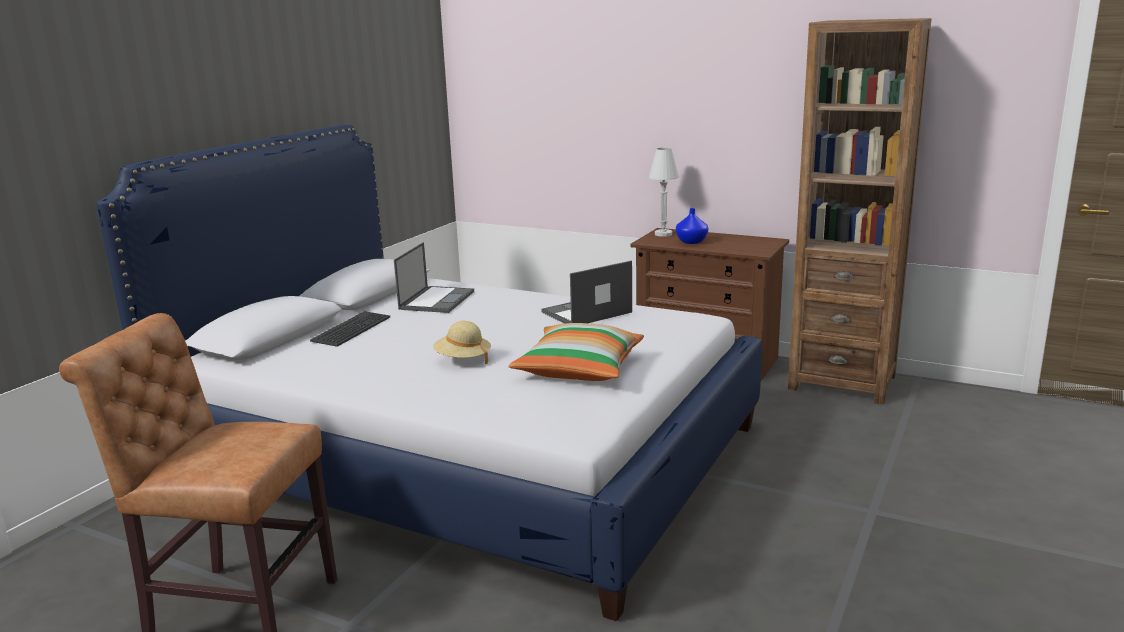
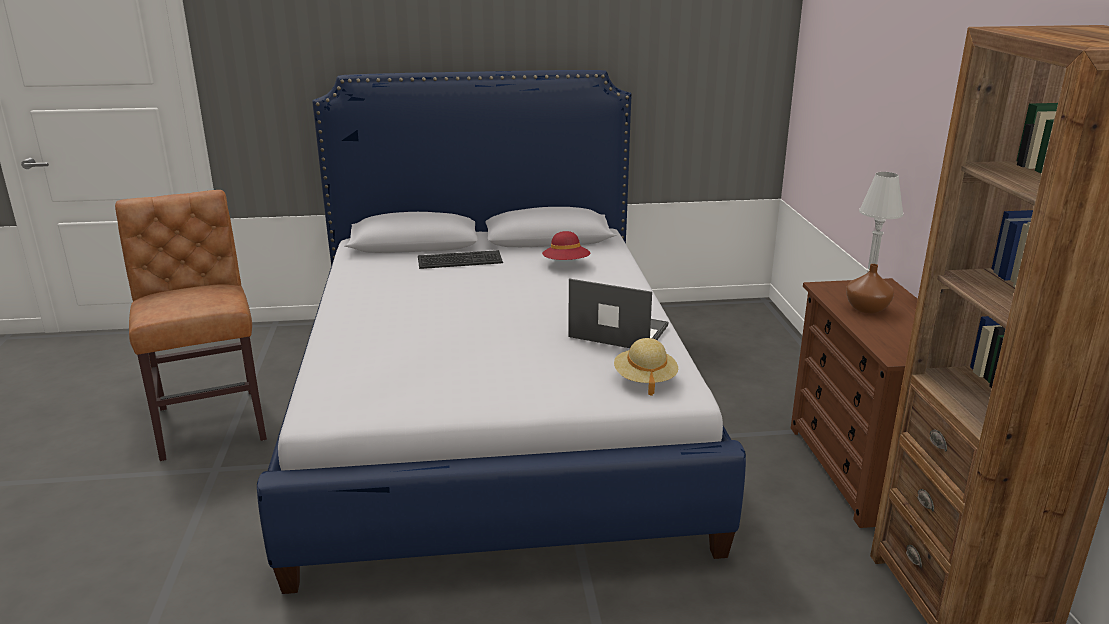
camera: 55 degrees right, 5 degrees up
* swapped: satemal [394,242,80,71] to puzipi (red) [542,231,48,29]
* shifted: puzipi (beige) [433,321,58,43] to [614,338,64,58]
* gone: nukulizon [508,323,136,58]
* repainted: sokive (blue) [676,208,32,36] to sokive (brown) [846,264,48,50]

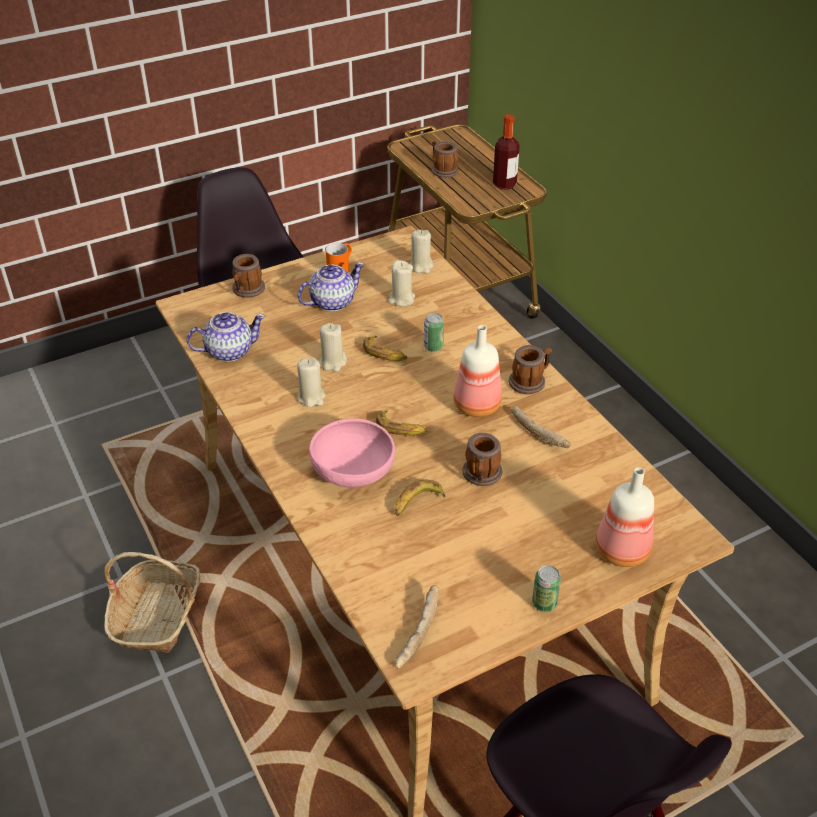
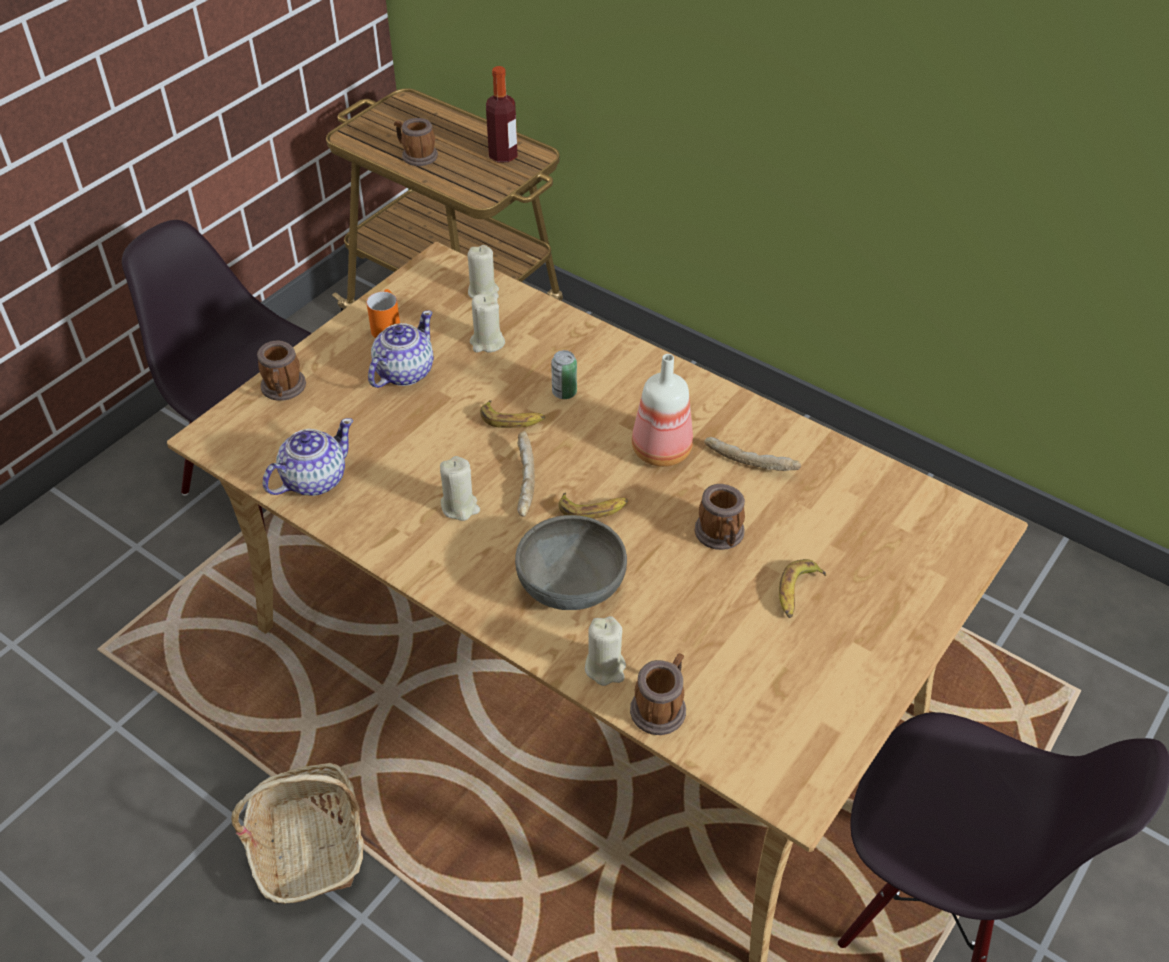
camera: 25 degrees left, 5 degrees up
* repainted: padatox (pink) [309,418,86,69] to padatox (grey) [515,515,112,95]
* shifted: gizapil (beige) [319,323,28,49] to [585,616,41,70]
* shifted: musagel [395,480,50,36] to [779,559,47,59]
* shifted: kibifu [395,585,44,84] to [517,431,18,86]
* shifted: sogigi [509,345,43,49] to [630,653,56,82]
* gone: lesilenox [532,565,29,47]
* gone: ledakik [596,467,58,100]

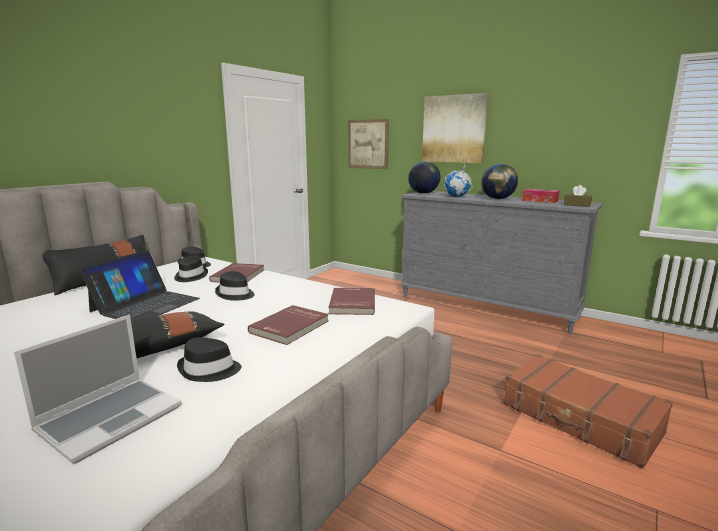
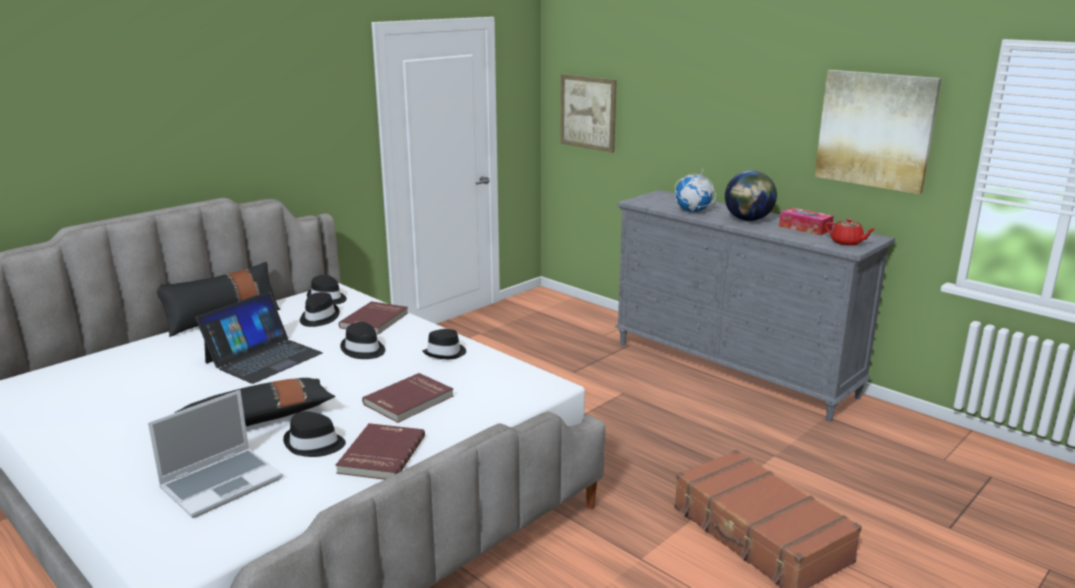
camera: 10 degrees right, 5 degrees up
* shifted: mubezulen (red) [328,288,47,27] to [335,423,90,57]
* gone: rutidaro [408,161,32,33]
* shifted: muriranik [422,93,66,70] to [815,70,127,124]
* swapped: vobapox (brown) [564,185,28,22] to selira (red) [825,218,50,28]
* new: puzipi (black) [422,329,44,30]

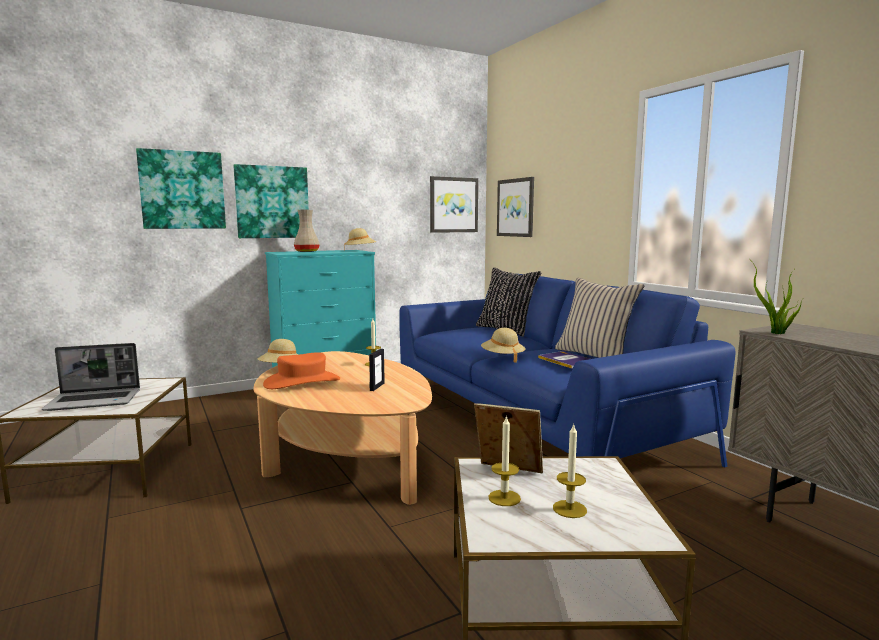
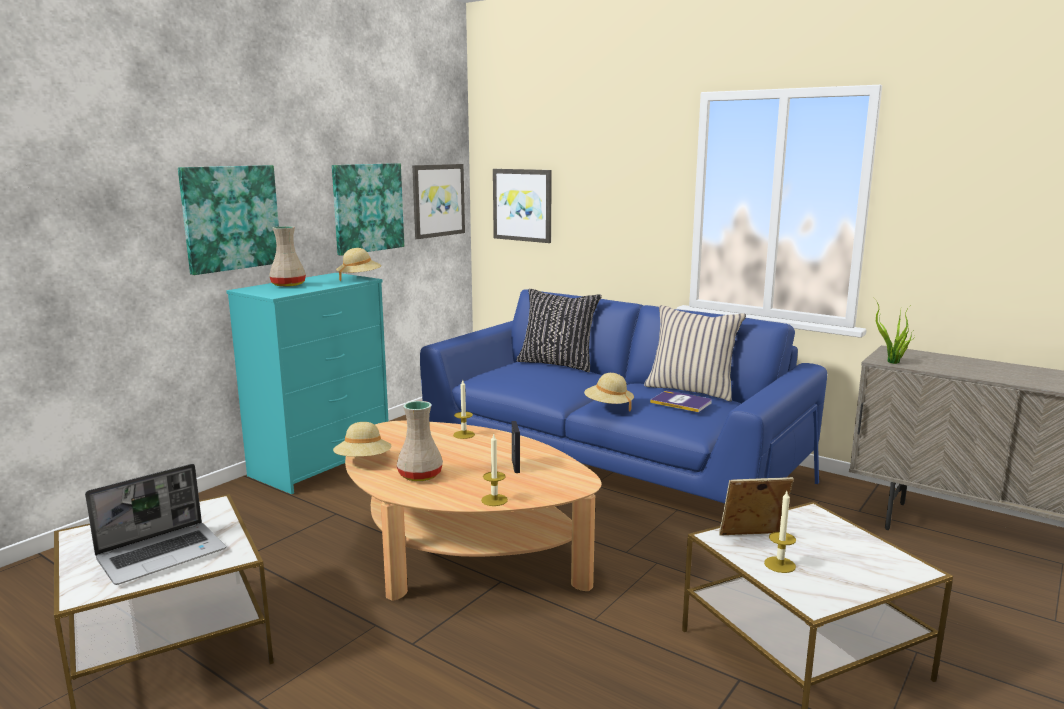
camera: 25 degrees left, 5 degrees up
* shifted: muriranik [136,148,90,81] to [332,163,72,93]
* swapped: puzipi (orange) [263,352,77,37] to sokive (beige) [396,401,47,80]
* shifted: gizapil [553,424,34,94] to [481,434,27,72]

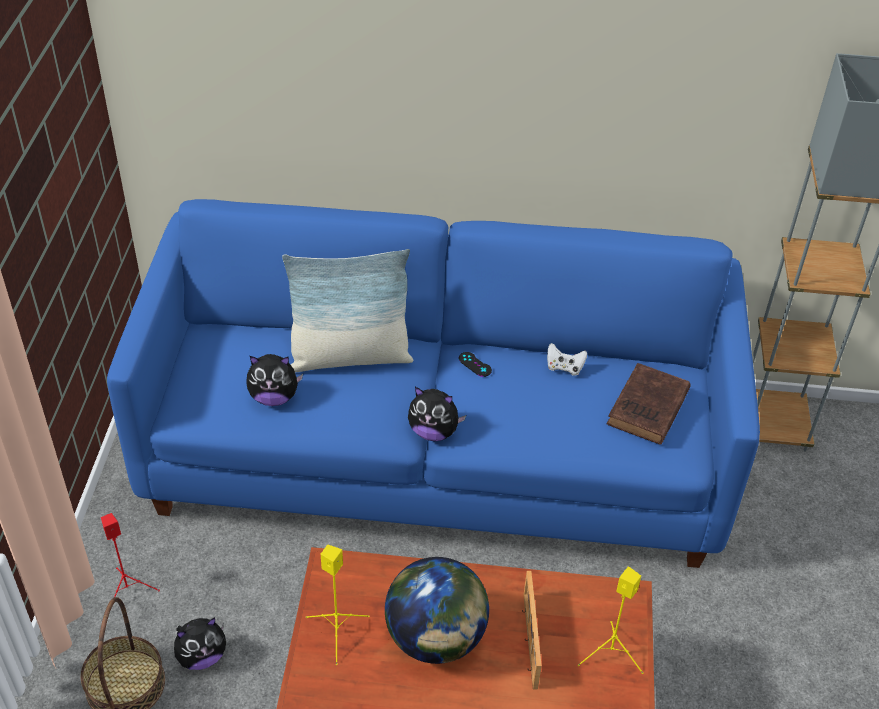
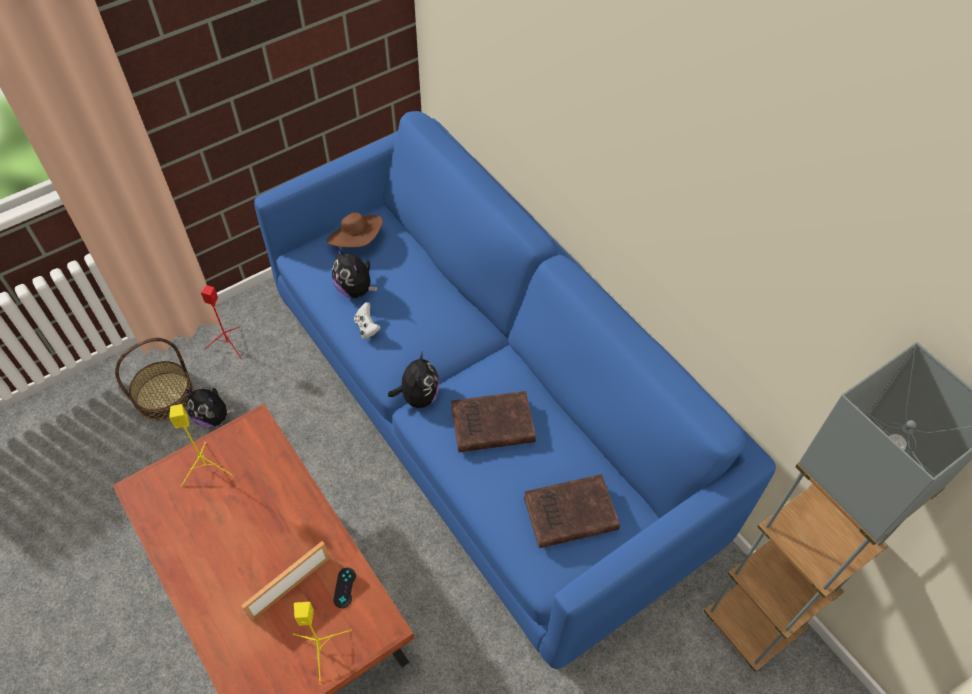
camera: 50 degrees right, 10 degrees up
* gone: nukulizon [282,249,131,124]
* gone: rutidaro [385,557,104,107]
* rotated: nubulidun [408,387,58,54] = [388,351,52,57] 150 degrees counterclockwise
* shifted: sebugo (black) [459,352,33,25] to [333,567,23,41]
* shifted: sebugo (white) [547,343,40,33] to [354,302,27,37]
* new: puzipi (brown) [327,213,56,34]
* new: mubezulen (brown) [451,391,85,61]

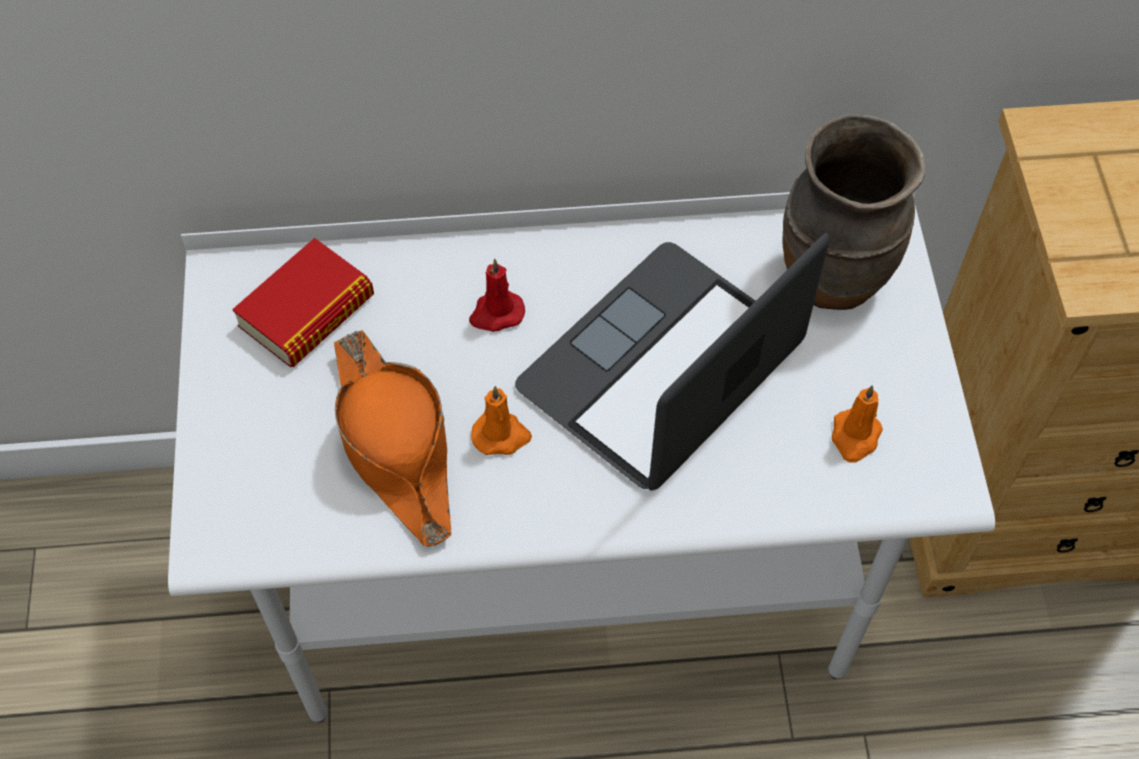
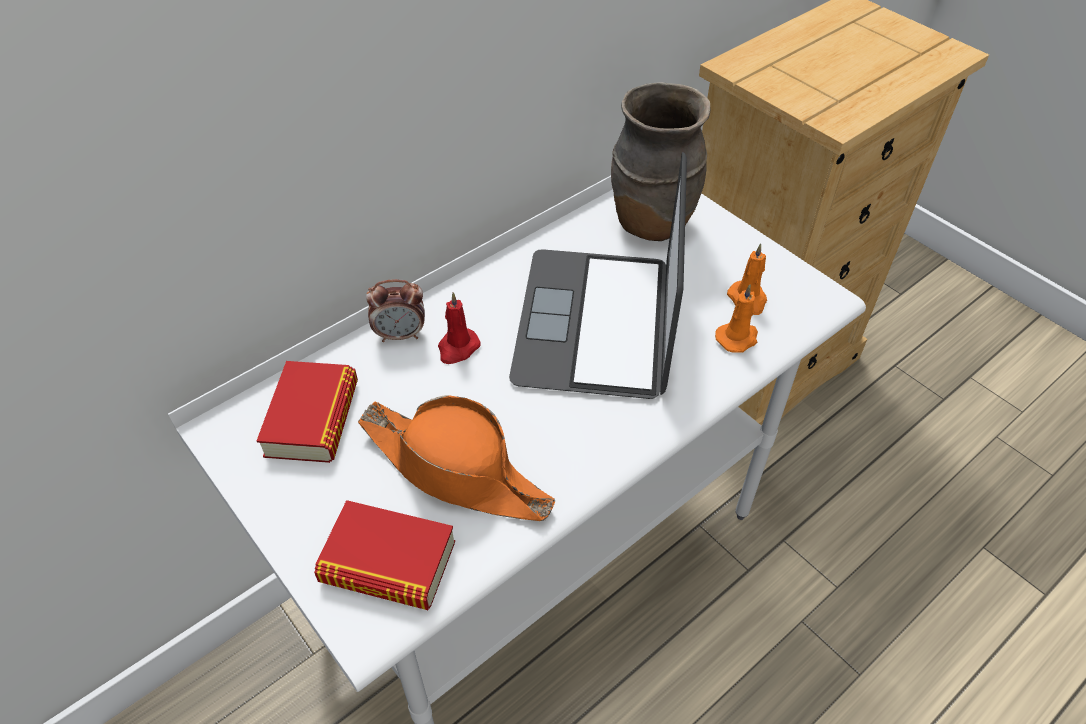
camera: 35 degrees left, 10 degrees down
* shifted: gizapil (orange) [471,386,61,69] to [715,284,43,68]
* new: mubezulen [314,500,141,110]
* new: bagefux [366,279,59,63]

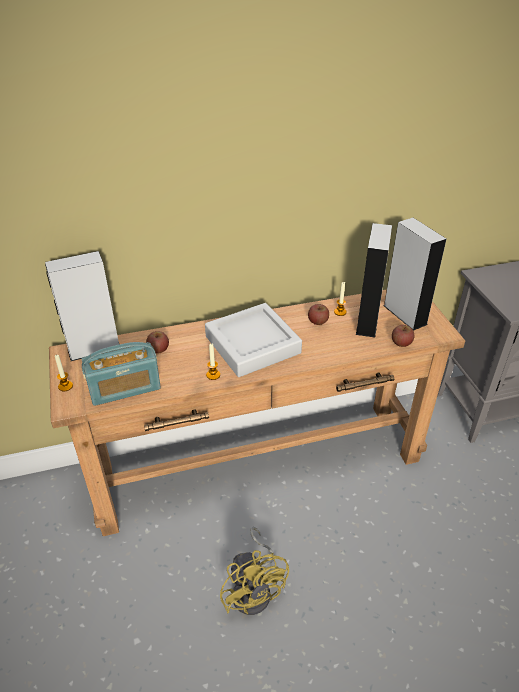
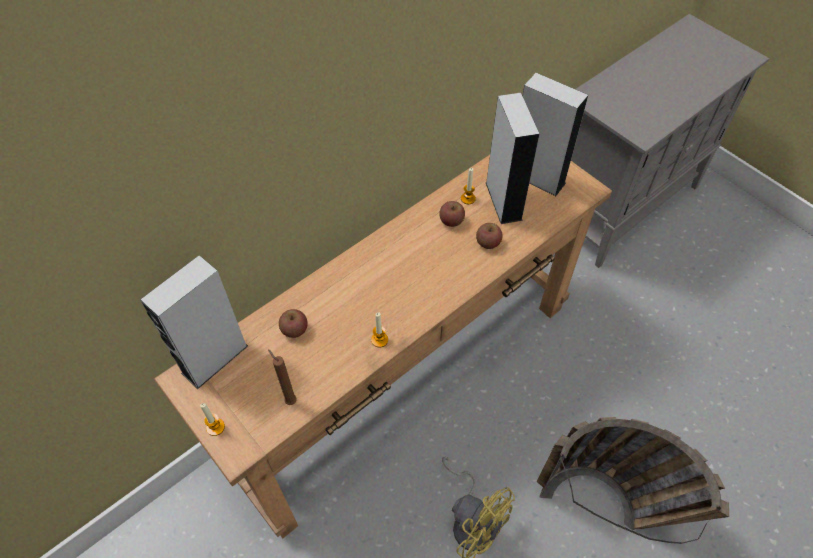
camera: 25 degrees left, 15 degrees up
* swapped: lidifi [82,342,79,64] to gizapil (brown) [268,349,29,56]
* gone: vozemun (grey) [205,303,97,74]
* shifted: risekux [392,325,23,22] to [476,223,27,26]
* new: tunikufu [537,417,192,127]

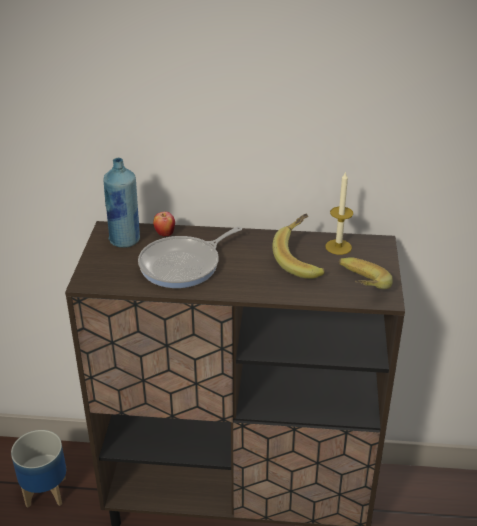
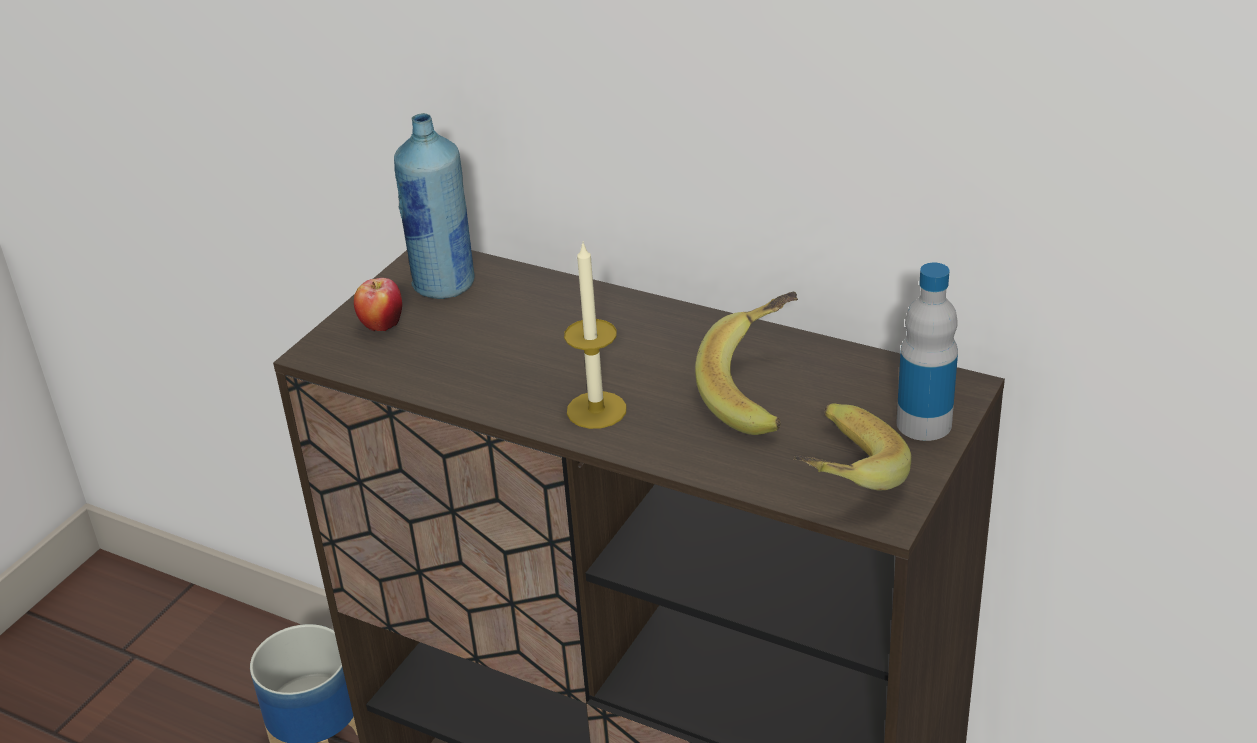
camera: 25 degrees right, 0 degrees up
* gone: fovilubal [138,226,104,62]
* shifted: risekux [153,211,22,26] to [354,278,48,53]
* shifted: gizapil [325,171,28,84] to [564,244,63,185]
* new: ledakik [896,263,62,178]

